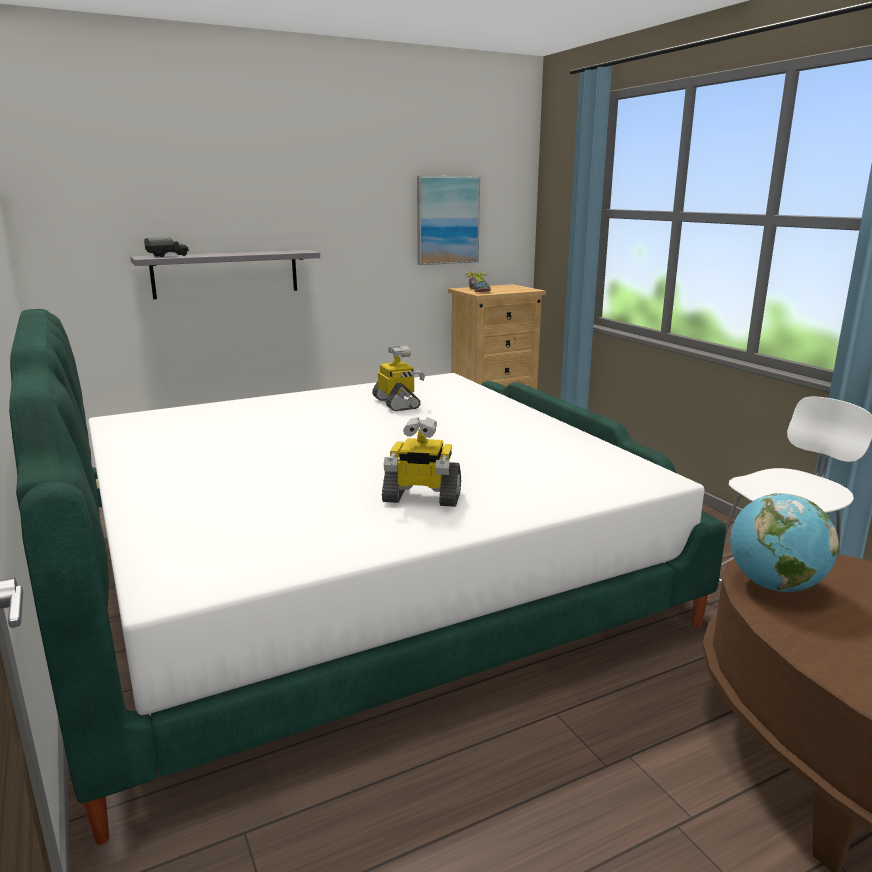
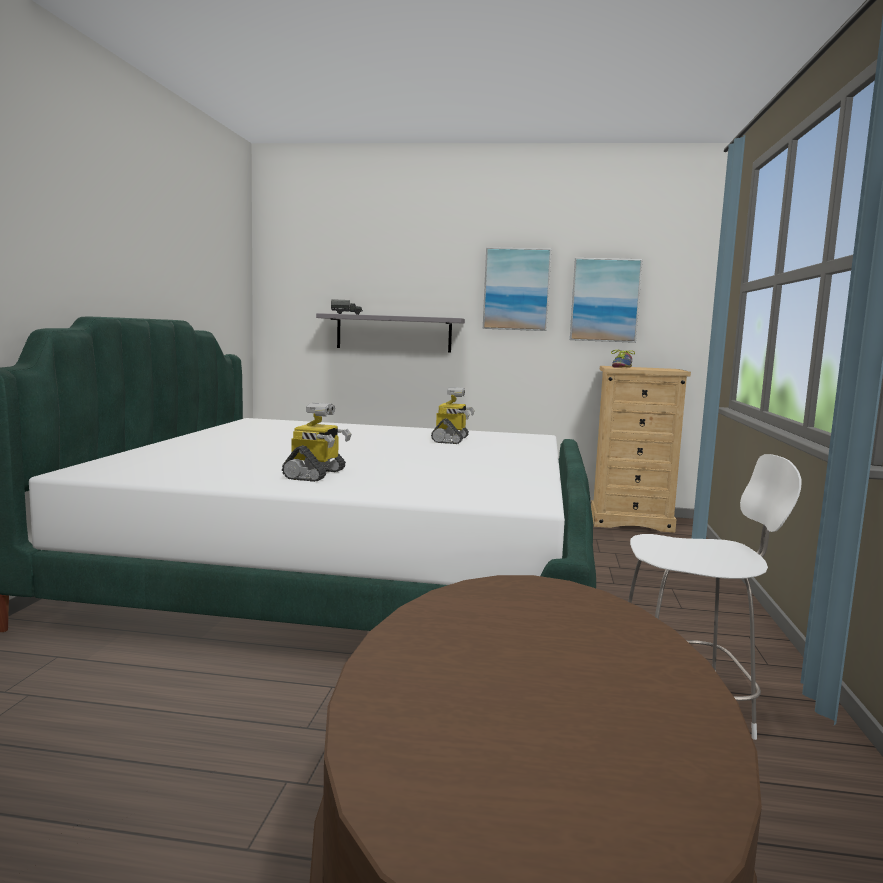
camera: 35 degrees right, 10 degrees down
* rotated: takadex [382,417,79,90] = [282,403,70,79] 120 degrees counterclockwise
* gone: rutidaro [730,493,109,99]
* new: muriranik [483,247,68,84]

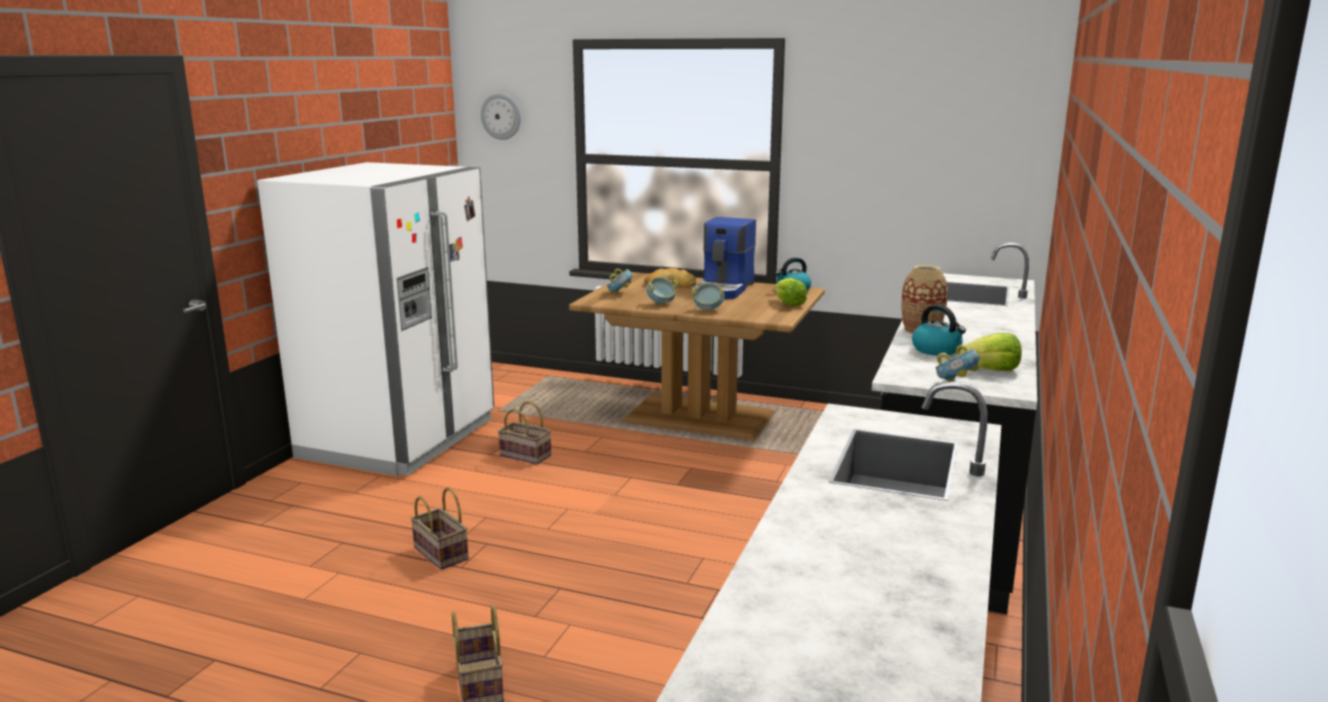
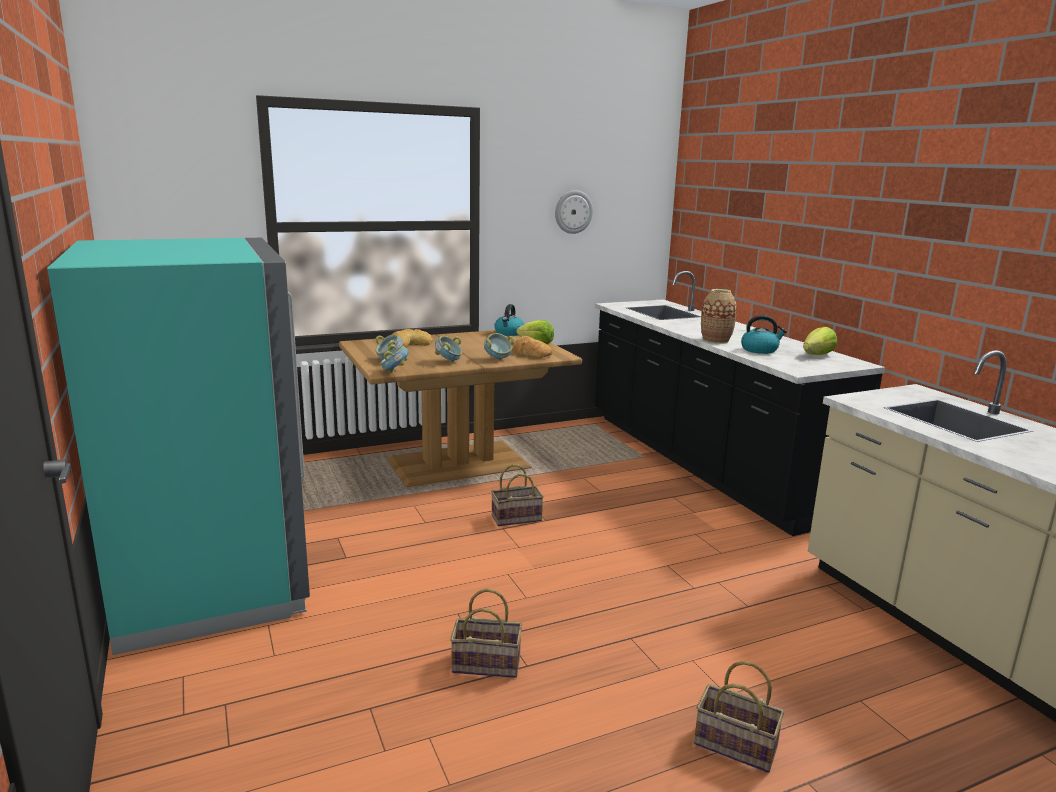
camera: 45 degrees left, 0 degrees up
* repainted: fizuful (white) [257,162,237,314] to fizuful (turquoise) [47,238,263,417]
* shifted: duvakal [481,93,40,47] to [555,190,38,44]
* shifted: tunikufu [498,401,53,63] to [491,464,53,62]
* gone: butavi [694,217,62,82]
* shifted: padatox [935,345,45,37] to [381,345,28,28]
* new: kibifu [513,336,39,22]

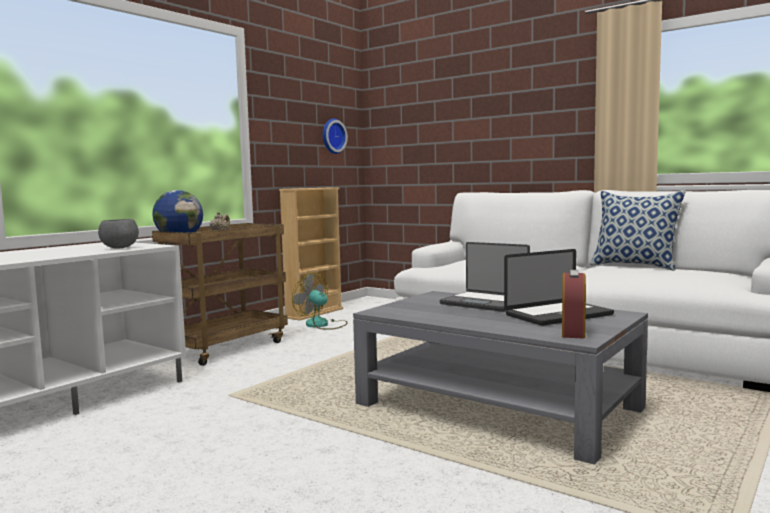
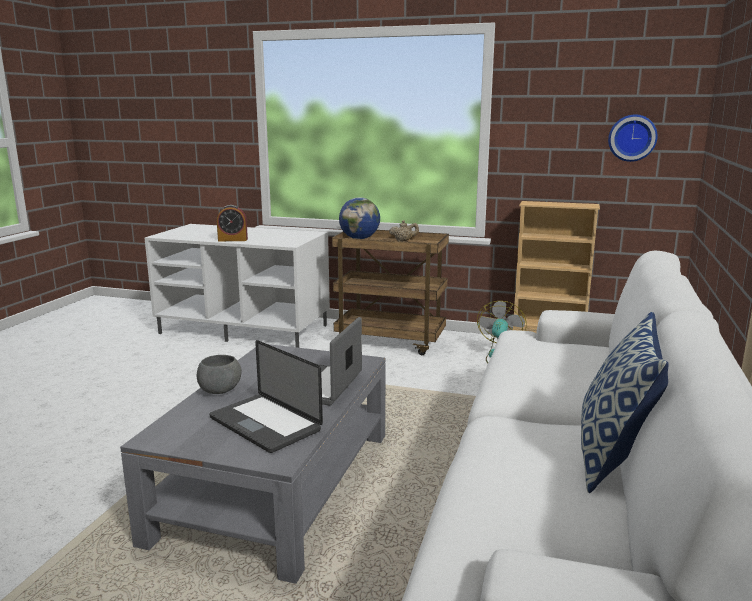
camera: 70 degrees right, 10 degrees up
* shifted: padatox (grey) [98,219,41,30] to [197,355,45,39]
* shifted: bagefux [562,270,24,68] to [217,205,31,36]

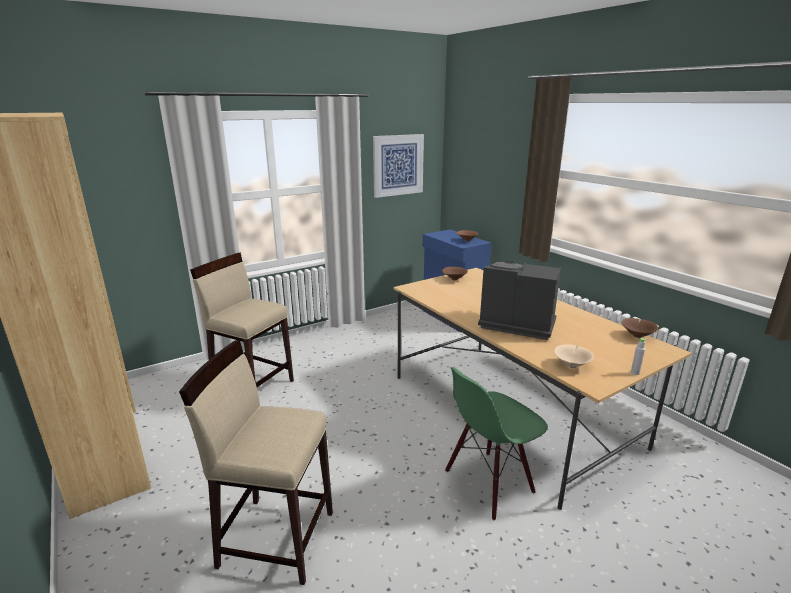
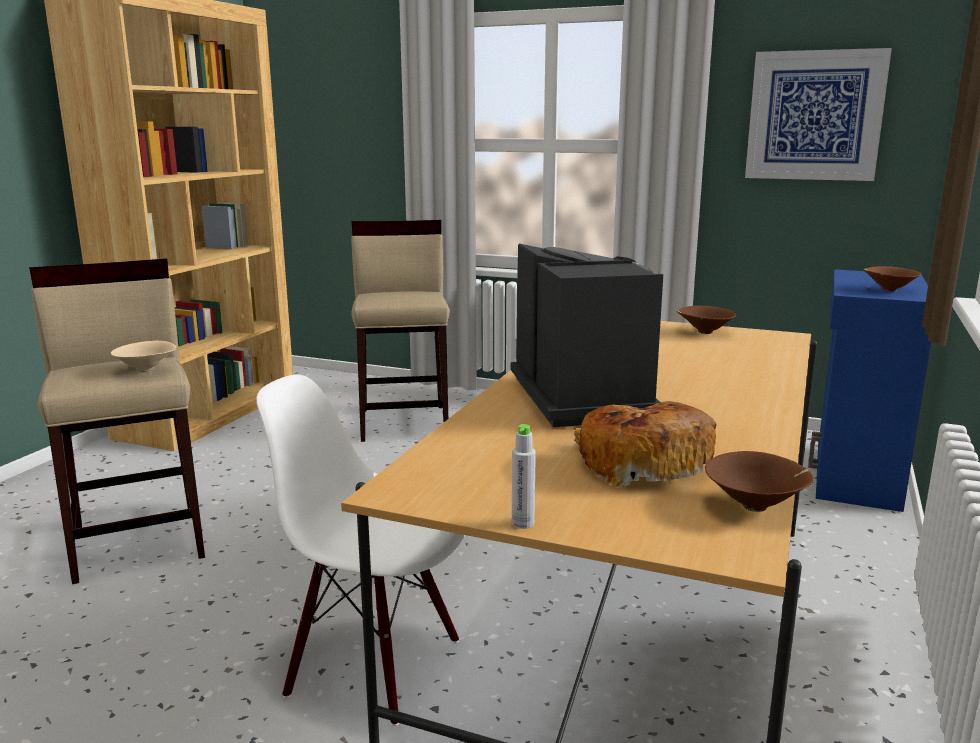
camera: 55 degrees right, 5 degrees down
* repainted: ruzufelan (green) [445,367,103,153] to ruzufelan (white) [256,375,209,351]
* shifted: padatox (beige) [554,344,40,24] to [111,340,65,32]
* new: kibifu [574,401,143,86]

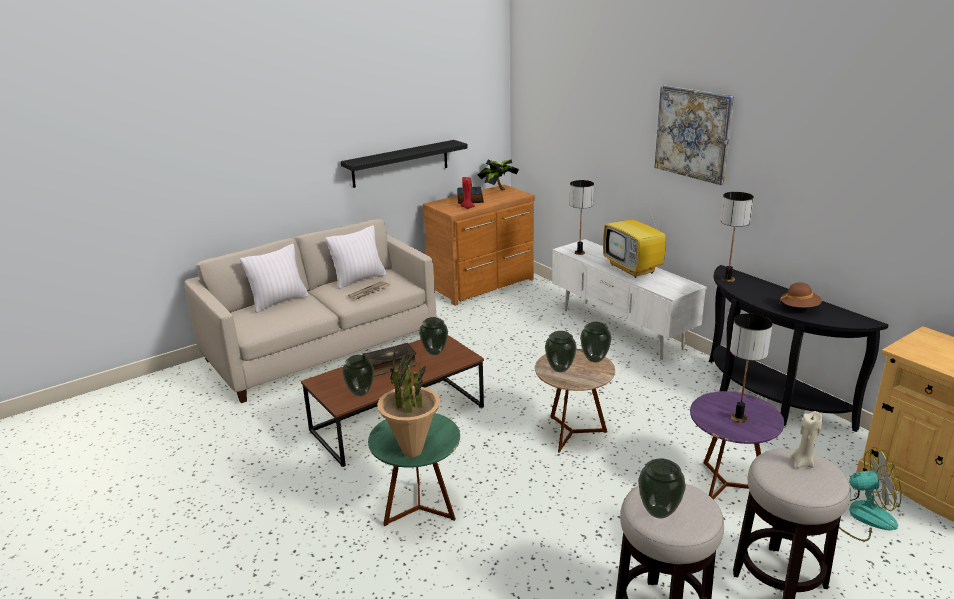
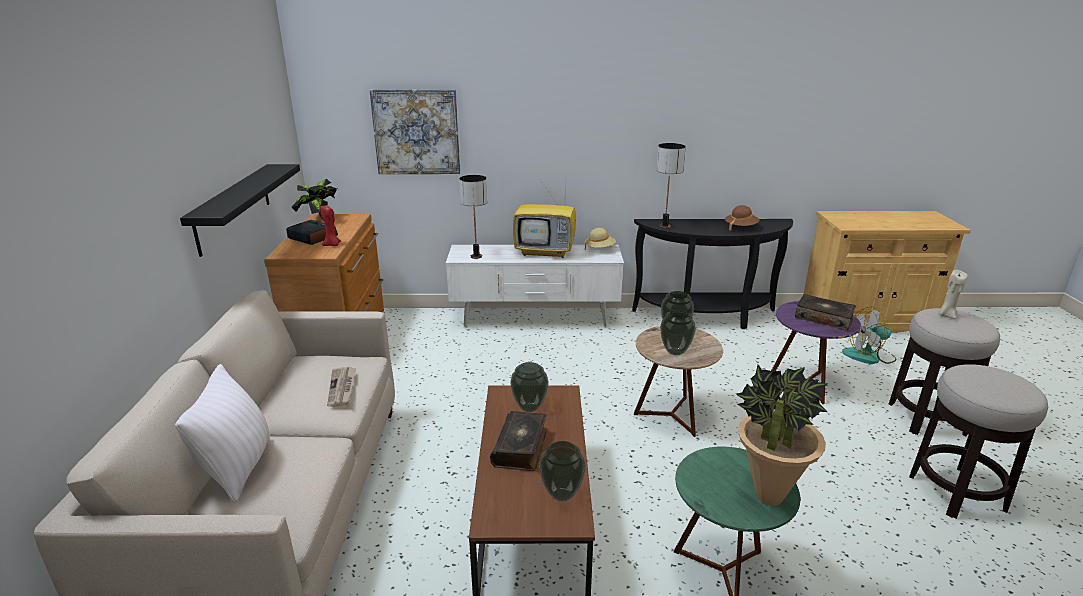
camera: 55 degrees left, 0 degrees up
* gone: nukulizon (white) [325,225,62,64]
* gone: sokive [638,458,48,60]
* shifted: muriranik [654,85,80,100] to [369,89,91,85]
* swapped: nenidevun [730,313,43,110] to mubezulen [795,294,61,37]
* rotated: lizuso [839,447,62,94] = [842,306,54,58] 135 degrees counterclockwise
* new: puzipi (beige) [584,228,32,22]

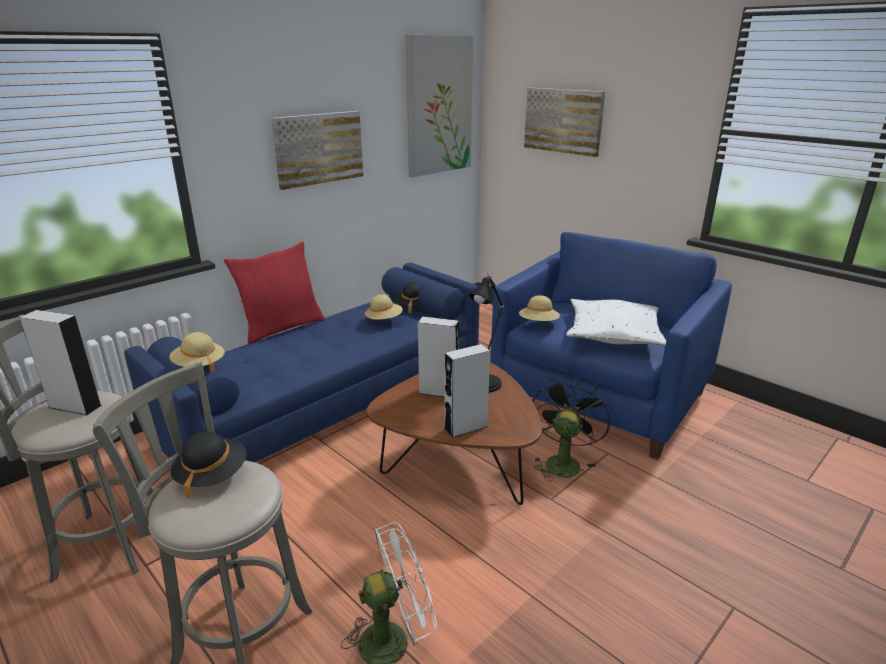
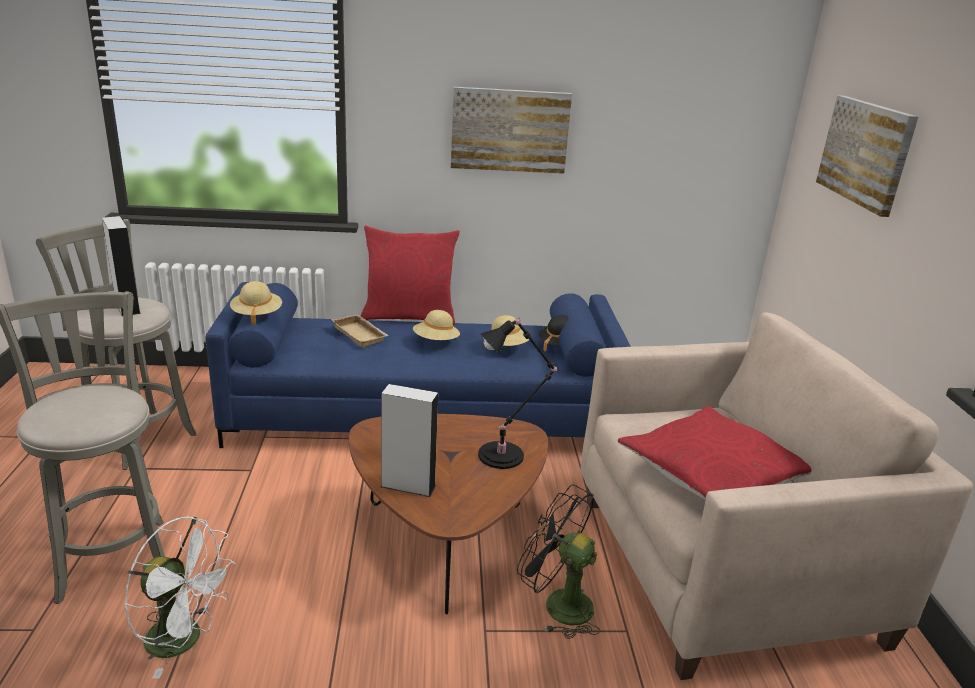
camera: 40 degrees right, 0 degrees up
* gone: puzipi (black) [170,432,77,67]
* gone: muriranik [405,35,68,142]
* gone: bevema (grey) [418,316,41,81]
* repainted: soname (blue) [490,232,242,228] to soname (beige) [580,312,393,368]
* shifted: puzipi (beige) [519,295,41,26] to [413,310,47,30]
* rotated: lizuso (black) [532,378,79,104] = [517,484,83,155] 120 degrees counterclockwise
* repainted: nukulizon (white) [566,299,100,47] to nukulizon (red) [618,406,194,94]
* new: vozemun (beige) [331,314,58,34]

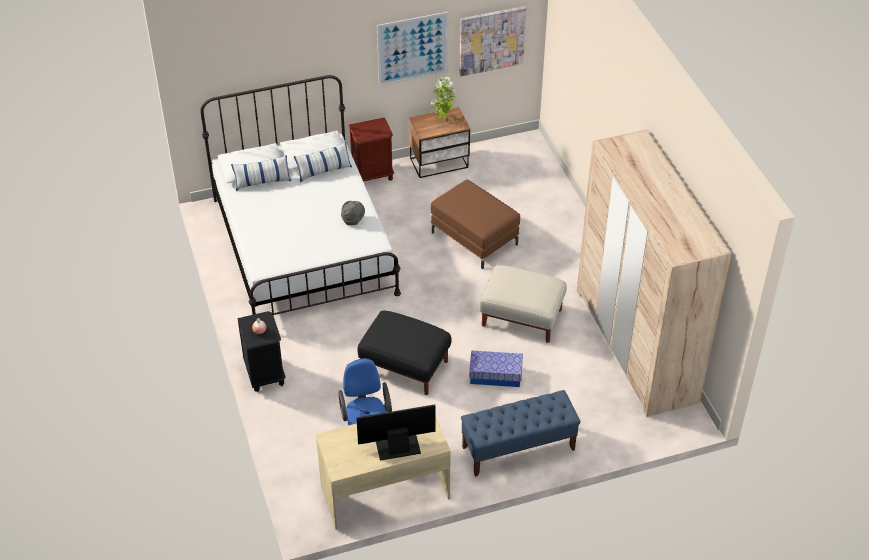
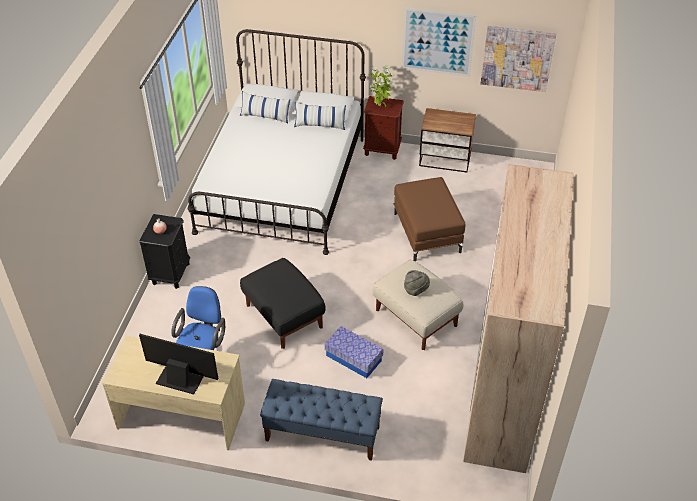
camera: 30 degrees right, 0 degrees up
* shifted: puzipi (grey) [341,201,24,24] to [404,270,26,26]
* shifted: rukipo [431,76,25,43] to [368,65,25,42]

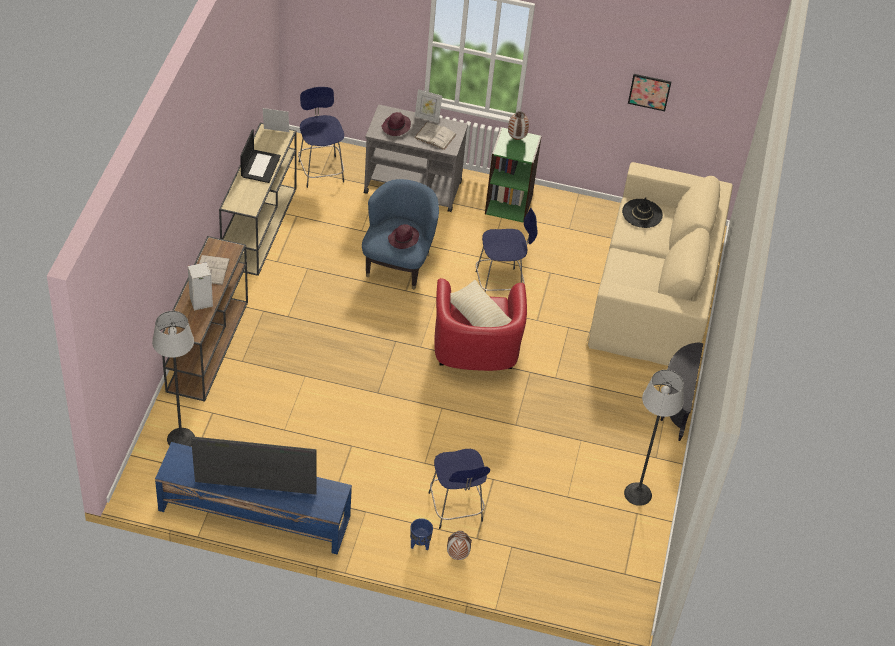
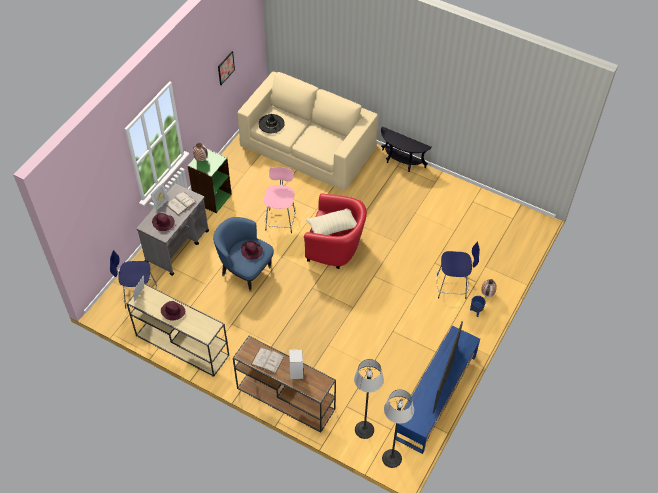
camera: 70 degrees left, 5 degrees up
* swapped: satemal [240,129,41,54] to puzipi (purple) [161,301,24,20]
* repainted: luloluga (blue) [476,208,62,85] to luloluga (pink) [264,167,32,66]
* shifted: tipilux [624,370,60,136] to [382,389,32,79]

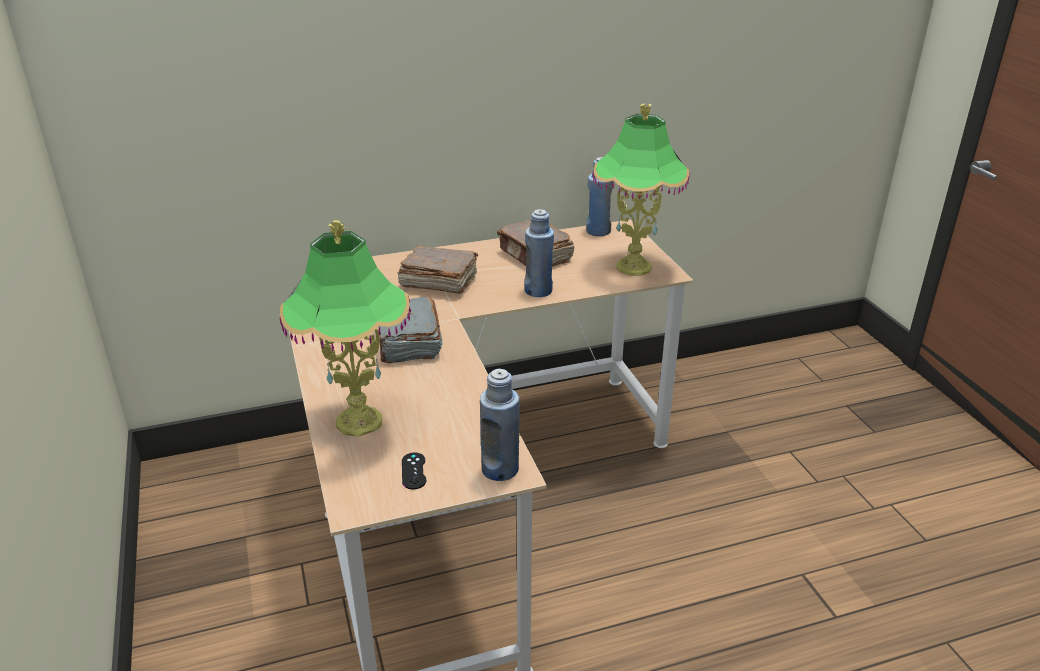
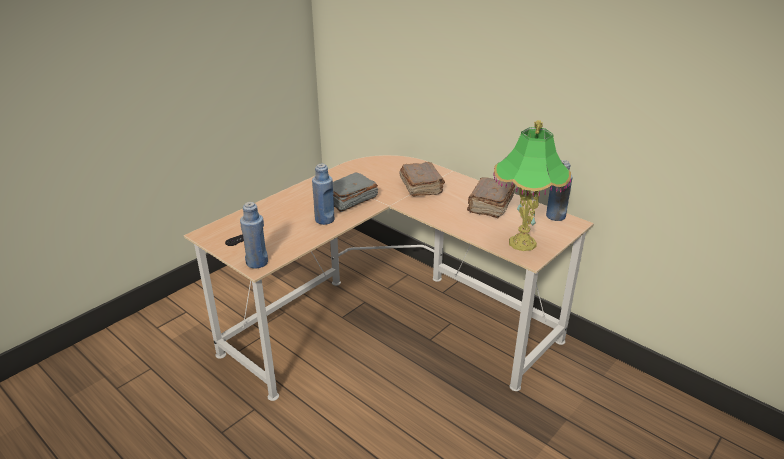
camera: 60 degrees right, 0 degrees up
* gone: nenidevun [280,220,131,217]
* shifted: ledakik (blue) [524,209,30,88] to [312,164,23,61]

